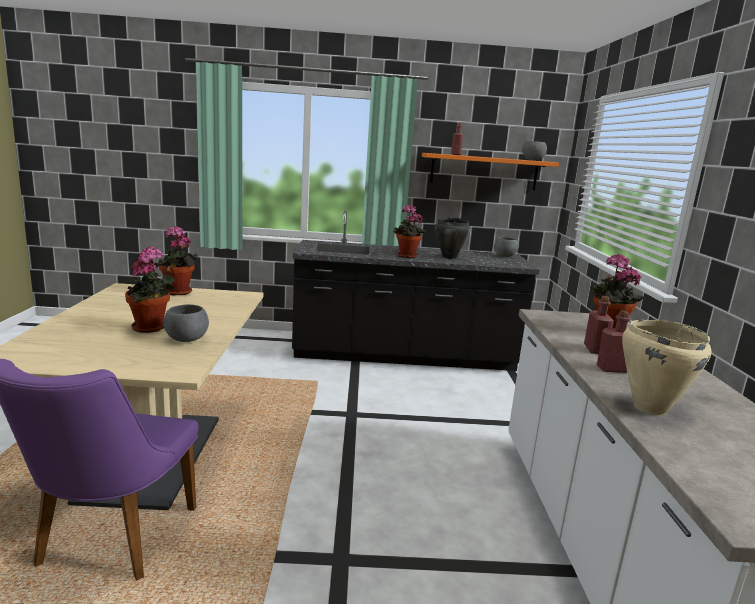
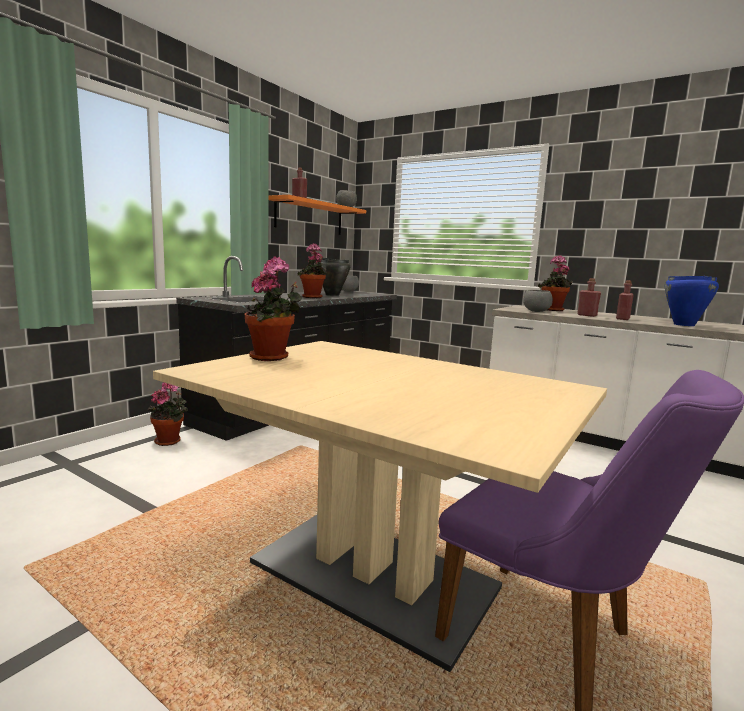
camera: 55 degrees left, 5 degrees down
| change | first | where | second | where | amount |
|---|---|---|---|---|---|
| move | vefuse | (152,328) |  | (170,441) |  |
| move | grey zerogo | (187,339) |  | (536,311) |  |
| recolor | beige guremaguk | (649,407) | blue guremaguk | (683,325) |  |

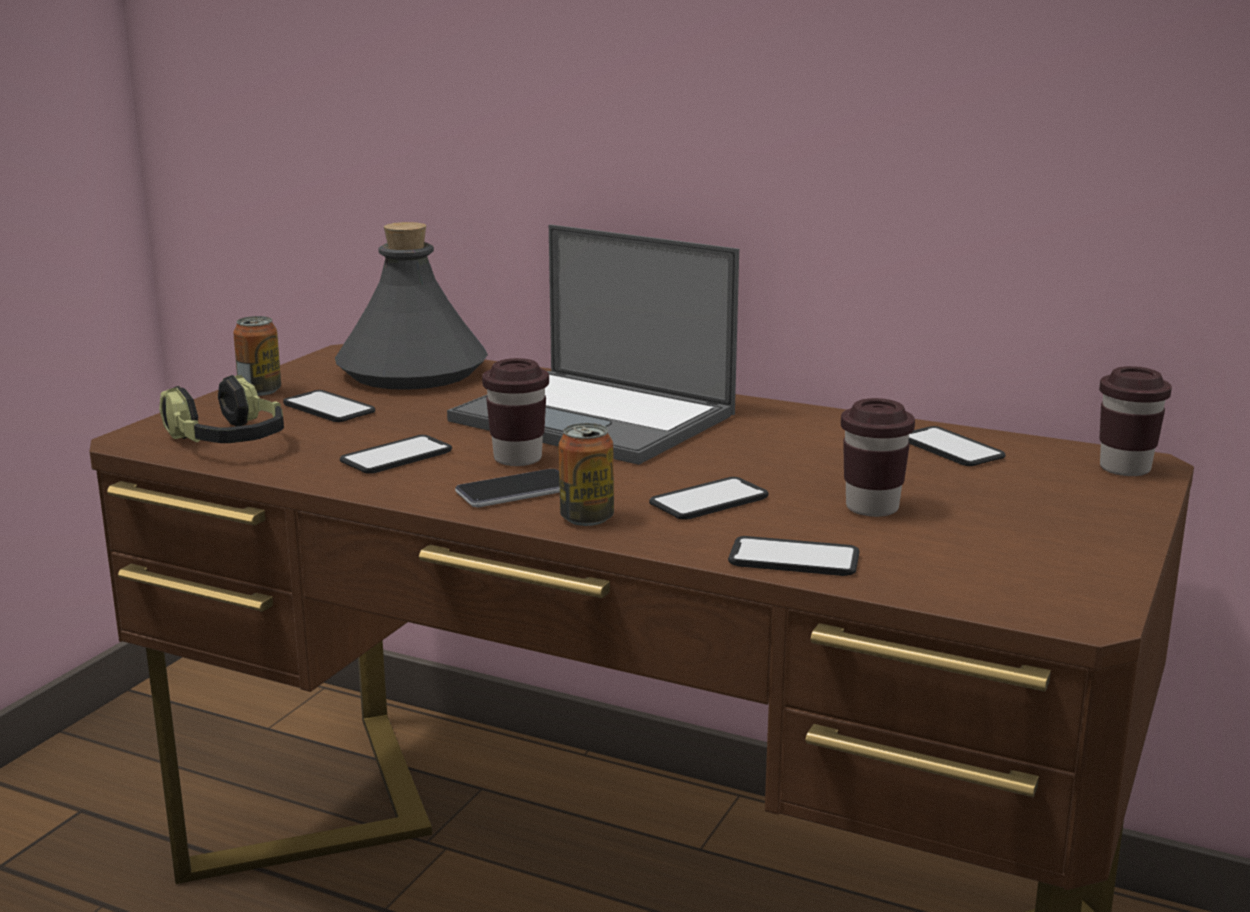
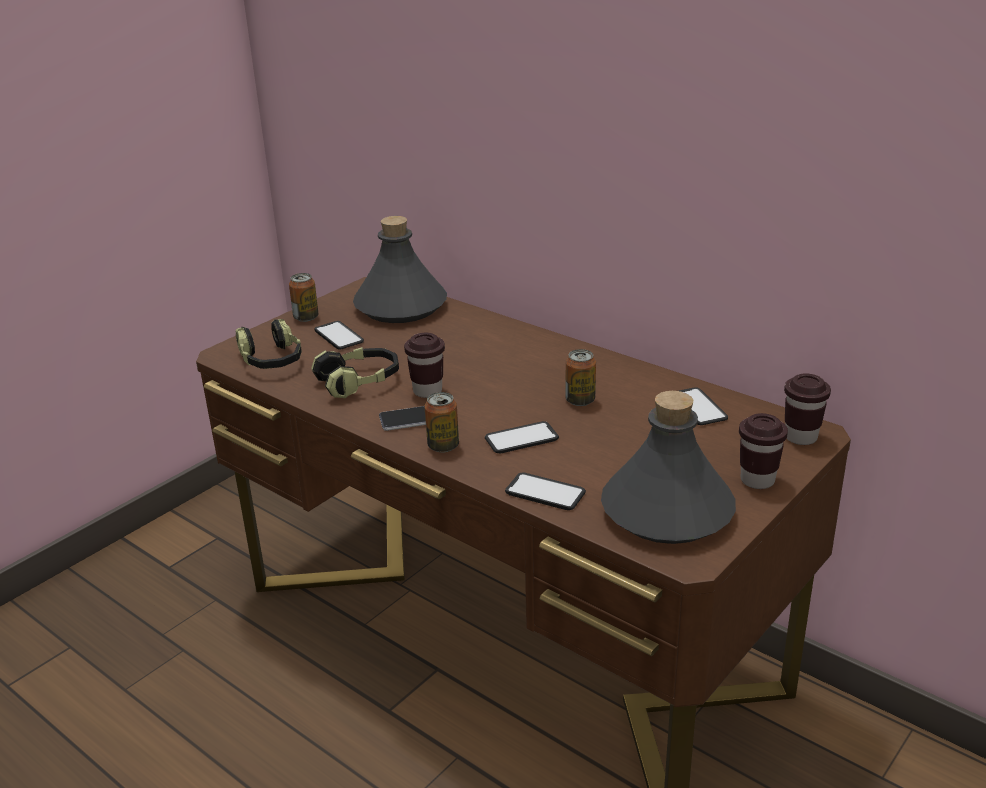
camera: 15 degrees right, 10 degrees up
| change | first | where | second | where | amount |
|---|---|---|---|---|---|
| replace | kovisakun | (396,456) | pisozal | (359,382) |  |
| delete | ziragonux | (596,418) |  |  |  |
| move | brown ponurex | (872,508) |  | (757,480) |  |
| insert |  |  | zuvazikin | (580,400) |  |
| insert |  |  | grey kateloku | (666,511) |  |

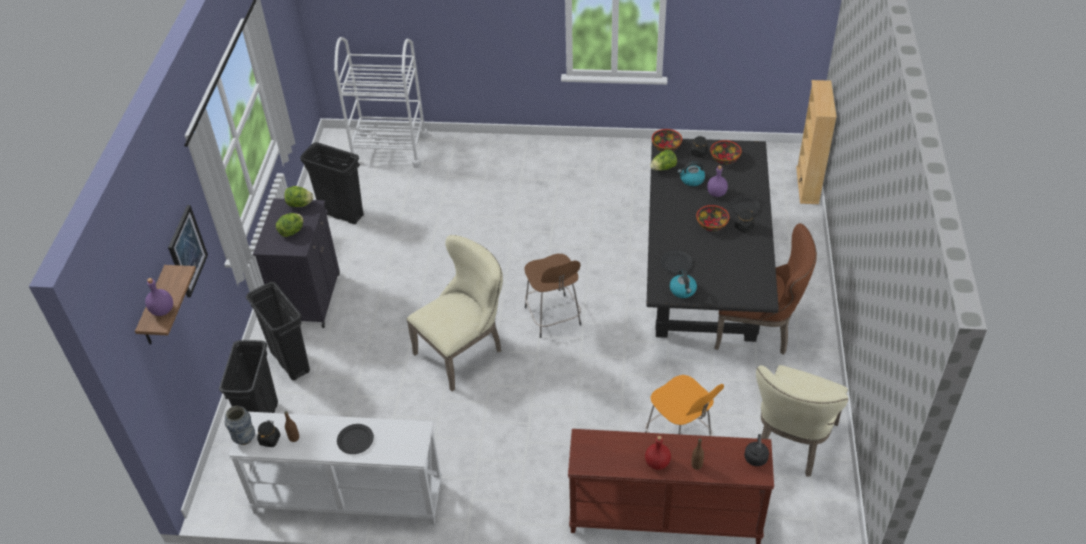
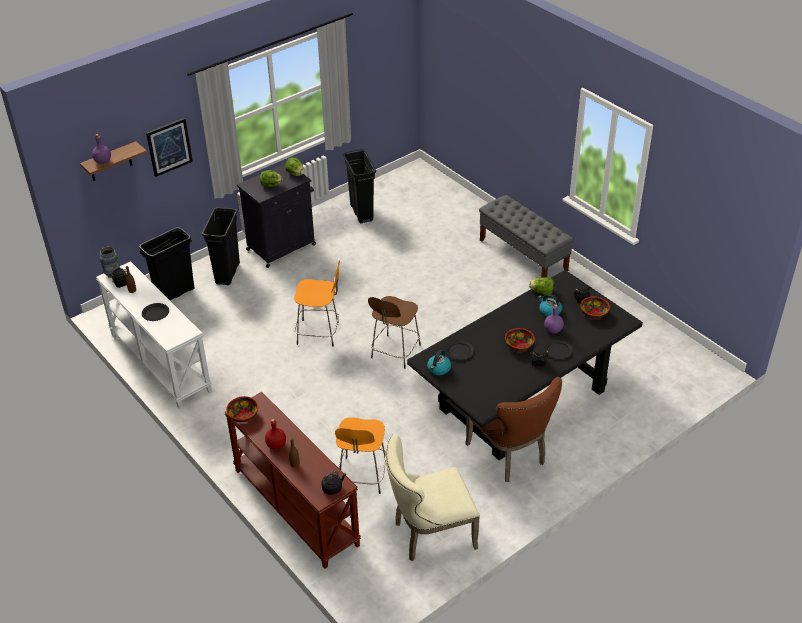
camera: 45 degrees right, 5 degrees down
| change | first | where | second | where | amount |
|---|---|---|---|---|---|
| delete | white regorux | (389,149) |  |  |  |
| replace | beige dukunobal | (464,351) | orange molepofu | (319,333) |  |
| move | zerogo | (666,146) |  | (243,415) |  |
| delete | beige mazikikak | (807,185) |  |  |  |
| insert |  |  | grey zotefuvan | (523,255) |  |

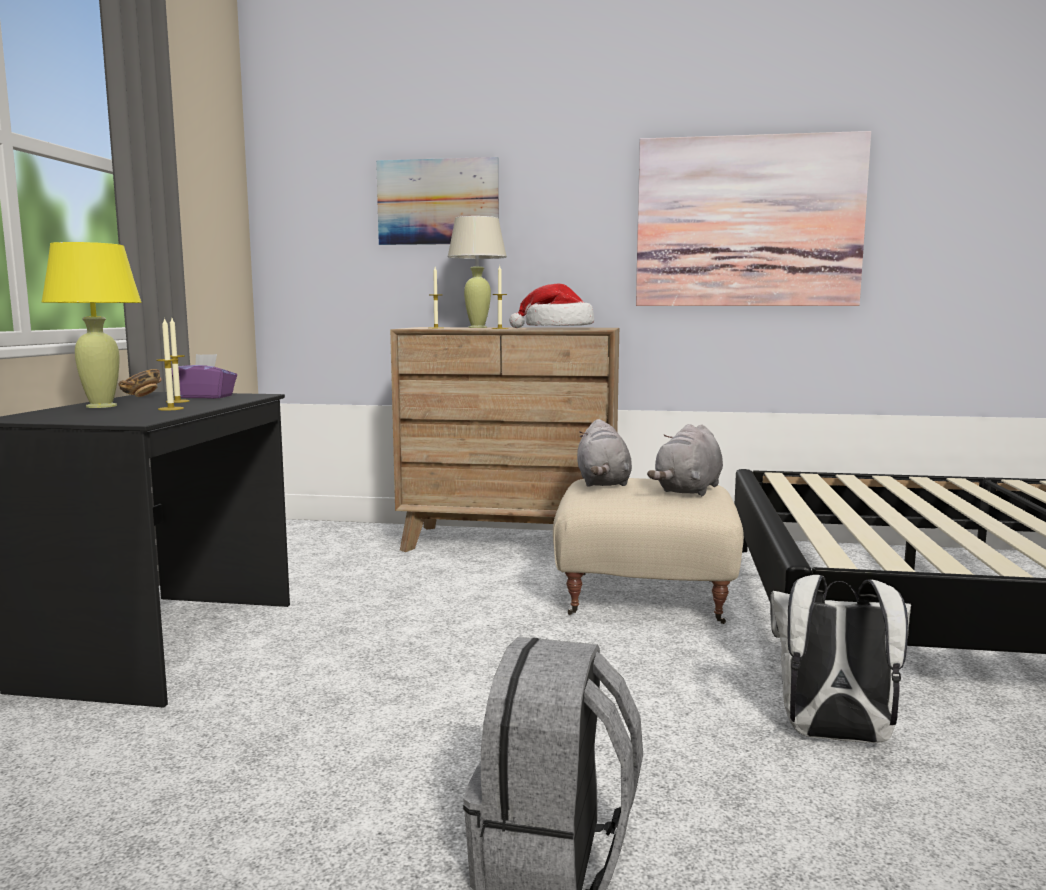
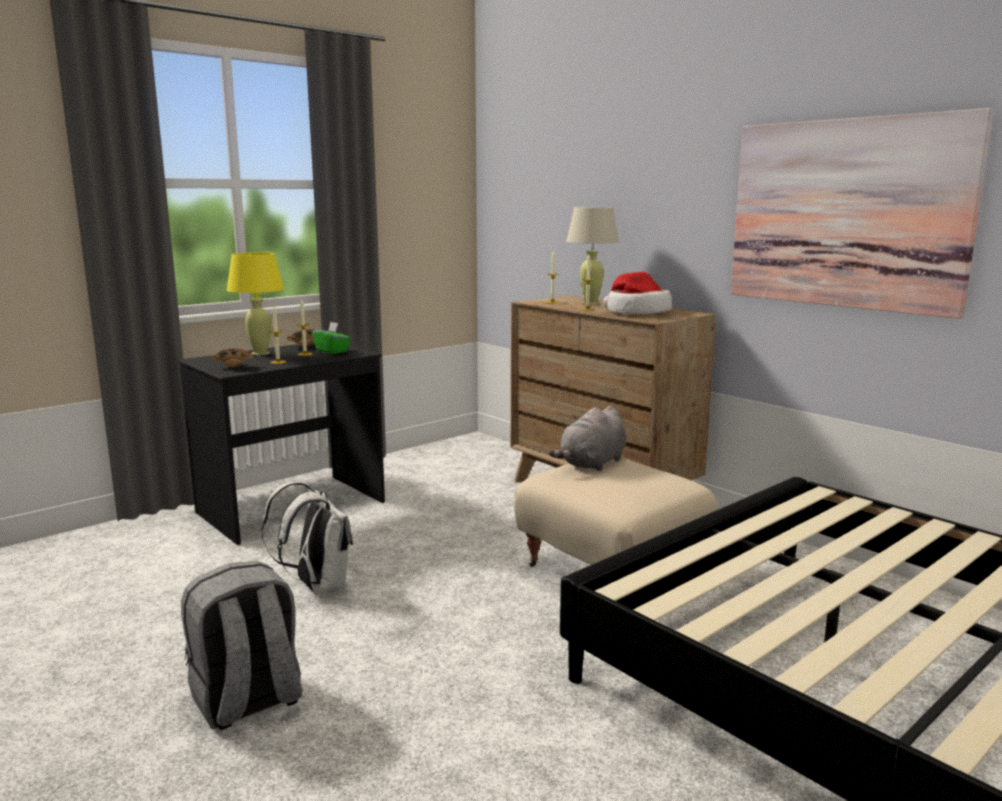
camera: 40 degrees right, 5 degrees up
| change | first | where | second | where | amount |
|---|---|---|---|---|---|
| recolor | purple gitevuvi | (206,397) | green gitevuvi | (332,351) |  |
| delete | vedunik | (437,202) |  |  |  |
| delete | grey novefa | (688,491) |  |  |  |
| move | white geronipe | (833,736) |  | (317,586) |  |
| insert |  |  | zerogo | (233,367) |  |

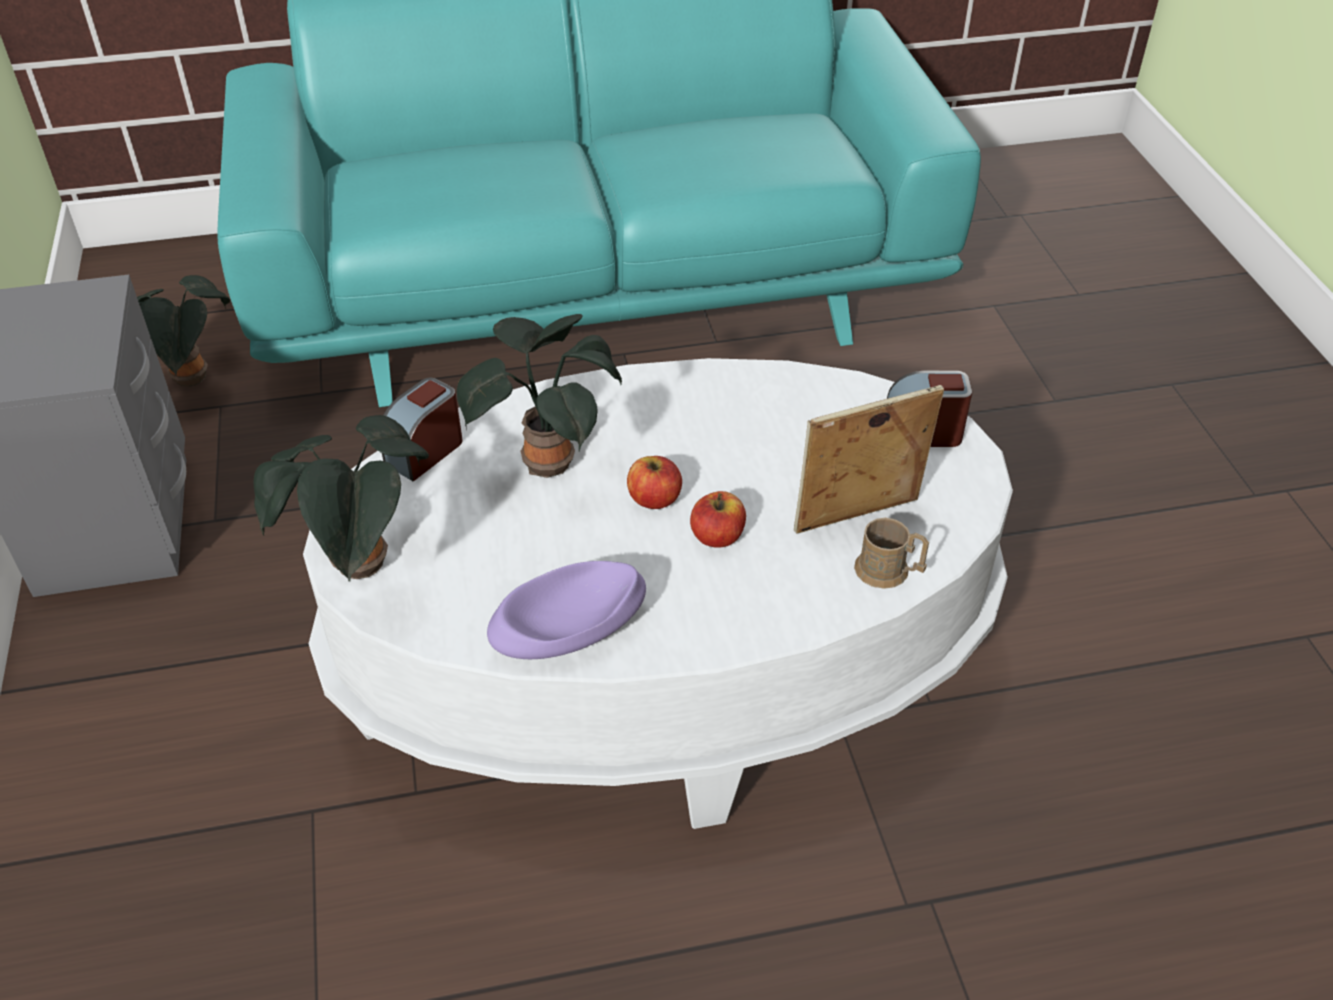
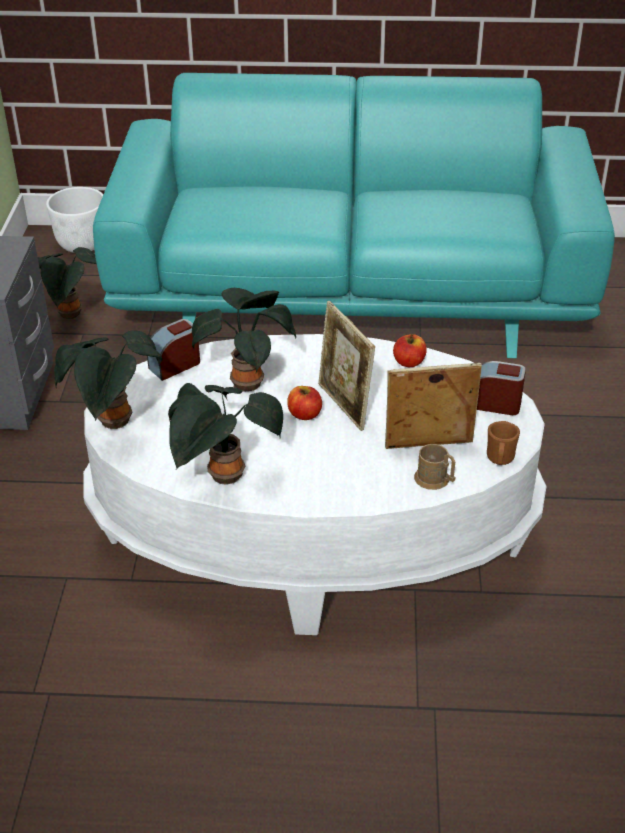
camera: 15 degrees right, 5 degrees down
| change | first | where | second | where | amount |
|---|---|---|---|---|---|
| replace | purple zerogo | (570,630) | vefuse | (224,478) |  |
| move | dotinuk | (717,536) |  | (409,362) |  |
| insert |  |  | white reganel | (83,245) |  |
| insert |  |  | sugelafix | (344,406) |  |
| insert |  |  | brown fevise | (499,460) |  |

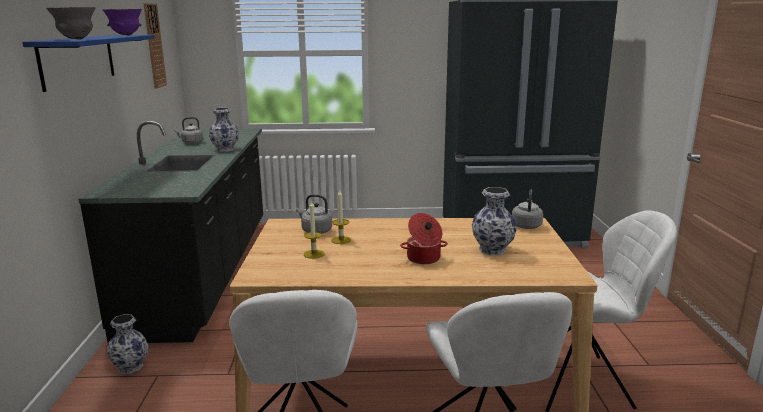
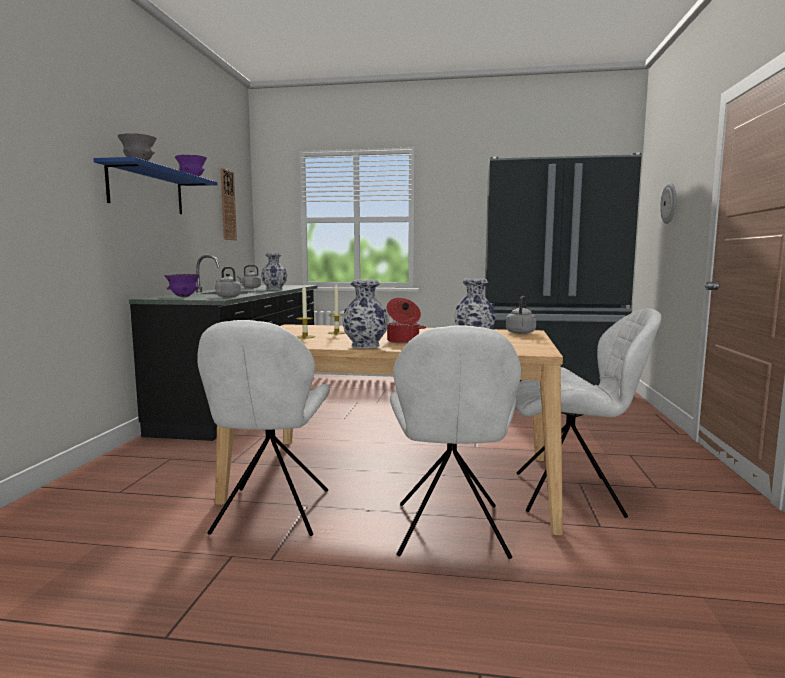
camera: 10 degrees right, 10 degrees down
| change | first | where | second | where | amount |
|---|---|---|---|---|---|
| move | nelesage | (130,367) |  | (365,346) |  |
| move | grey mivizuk | (315,231) |  | (227,297) |  |
| insert |  |  | purple zerogo | (183,296) |  |
| insert |  |  | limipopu | (669,203) |  |

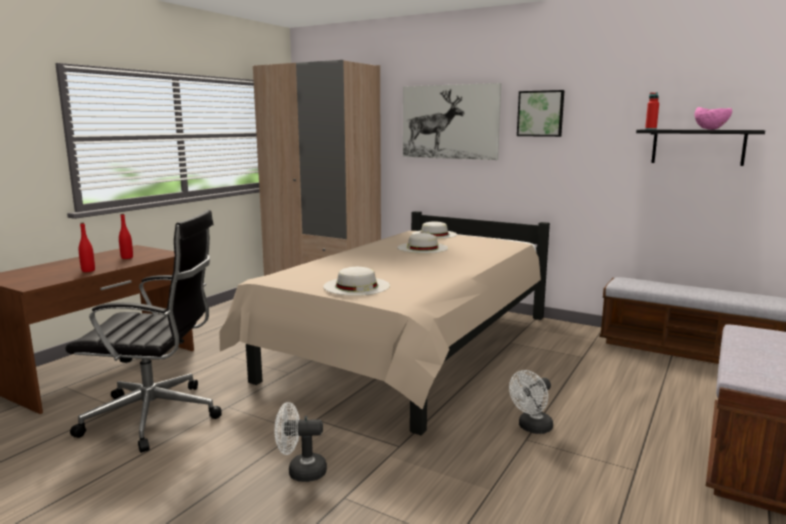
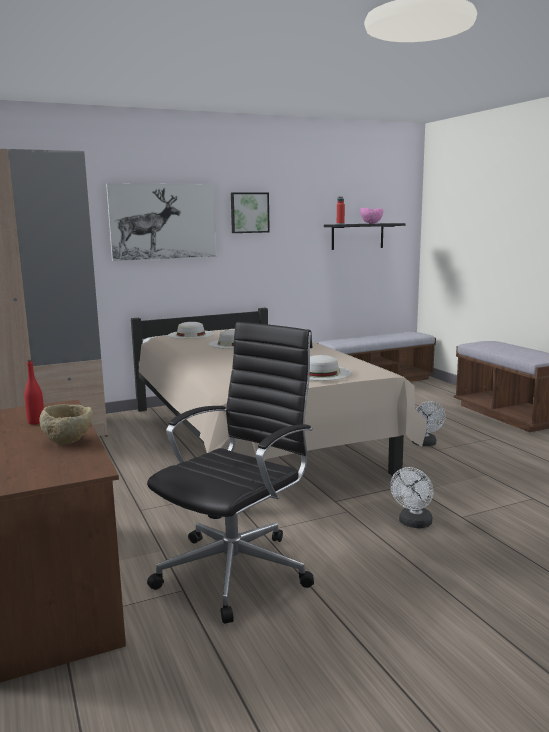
camera: 55 degrees left, 0 degrees up
| change | first | where | second | where | amount |
|---|---|---|---|---|---|
| replace | red kateloku | (88,270) | beige zerogo | (69,441) |  |

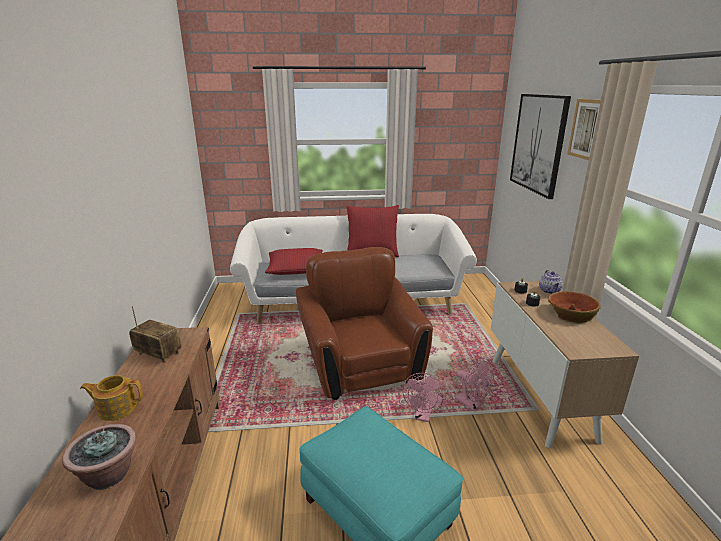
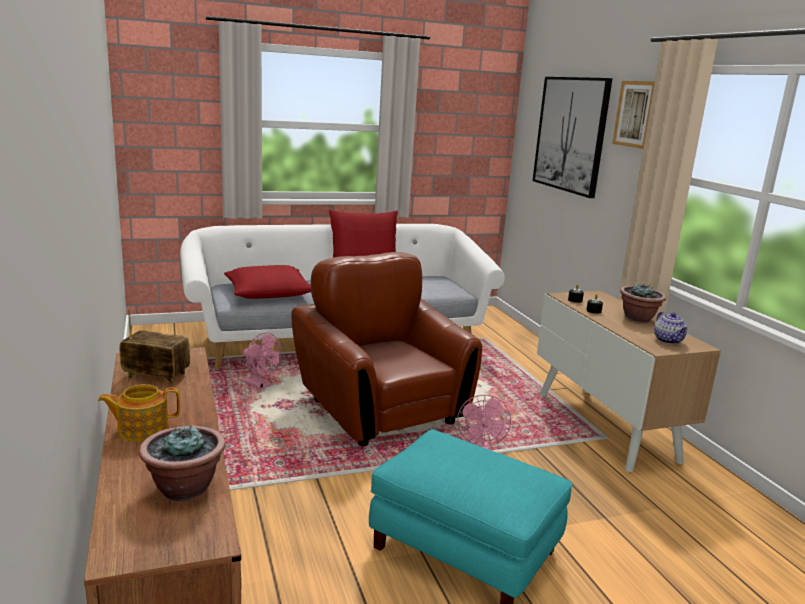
camera: 15 degrees left, 5 degrees down
| change | first | where | second | where | amount |
|---|---|---|---|---|---|
| move | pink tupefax | (472,404) |  | (261,385) |  |
| move | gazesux | (550,291) |  | (669,341) |  |
| replace | zerogo | (571,313) | vefuse | (638,318) |  |

